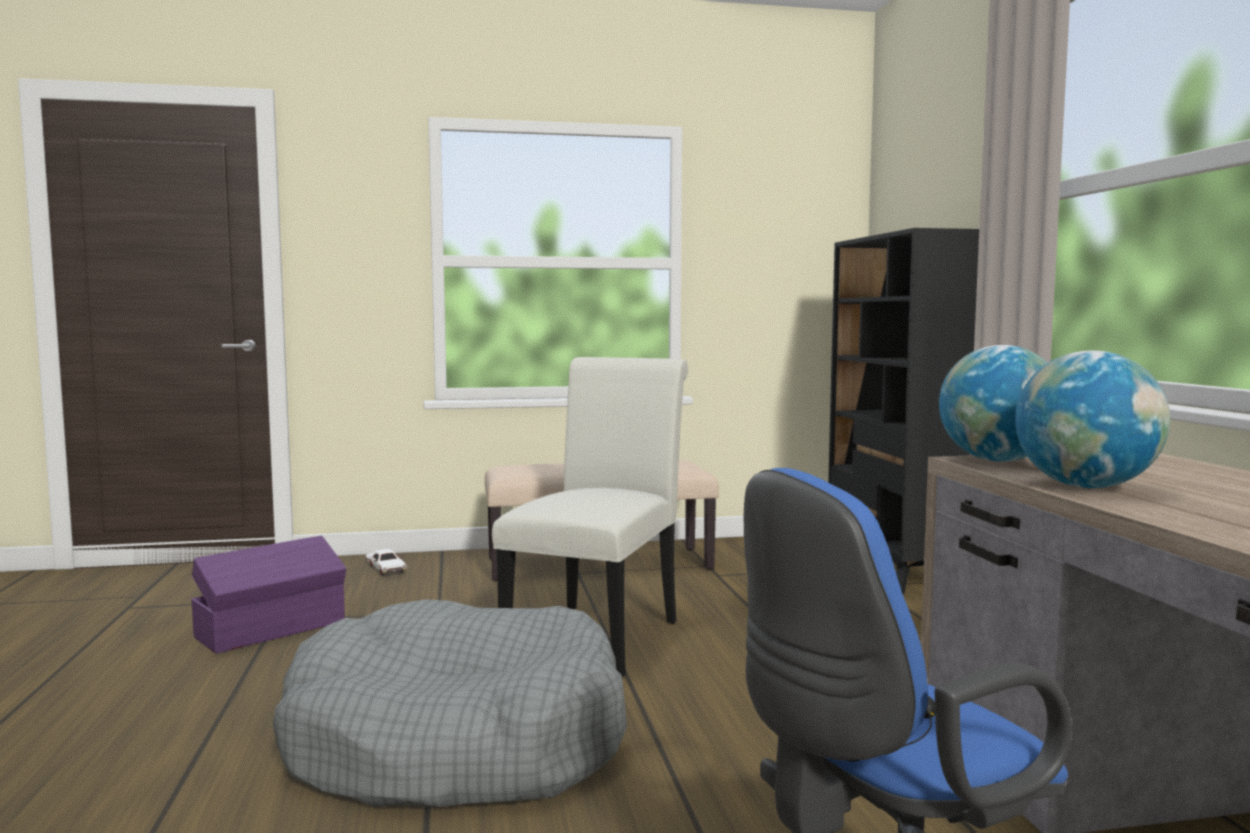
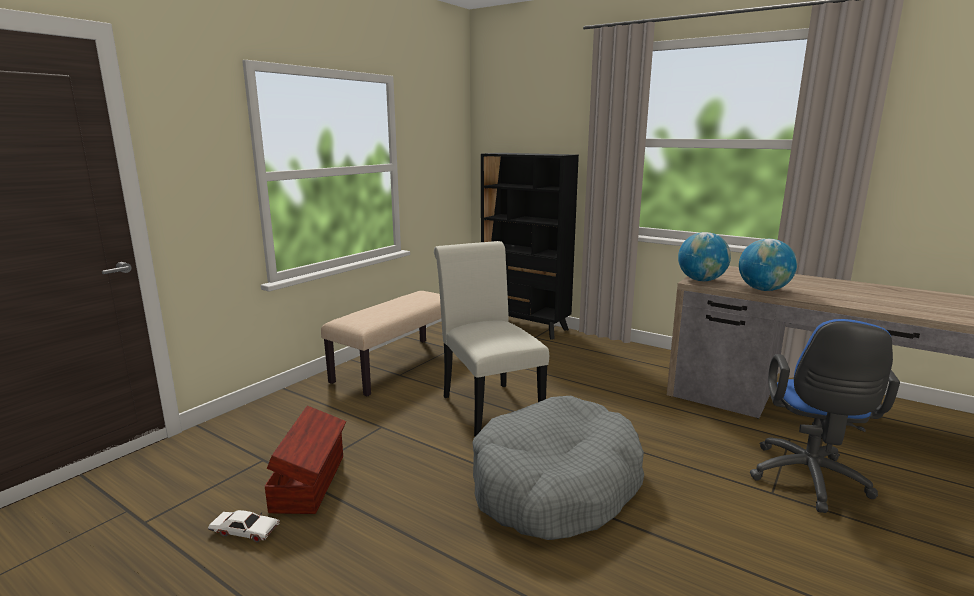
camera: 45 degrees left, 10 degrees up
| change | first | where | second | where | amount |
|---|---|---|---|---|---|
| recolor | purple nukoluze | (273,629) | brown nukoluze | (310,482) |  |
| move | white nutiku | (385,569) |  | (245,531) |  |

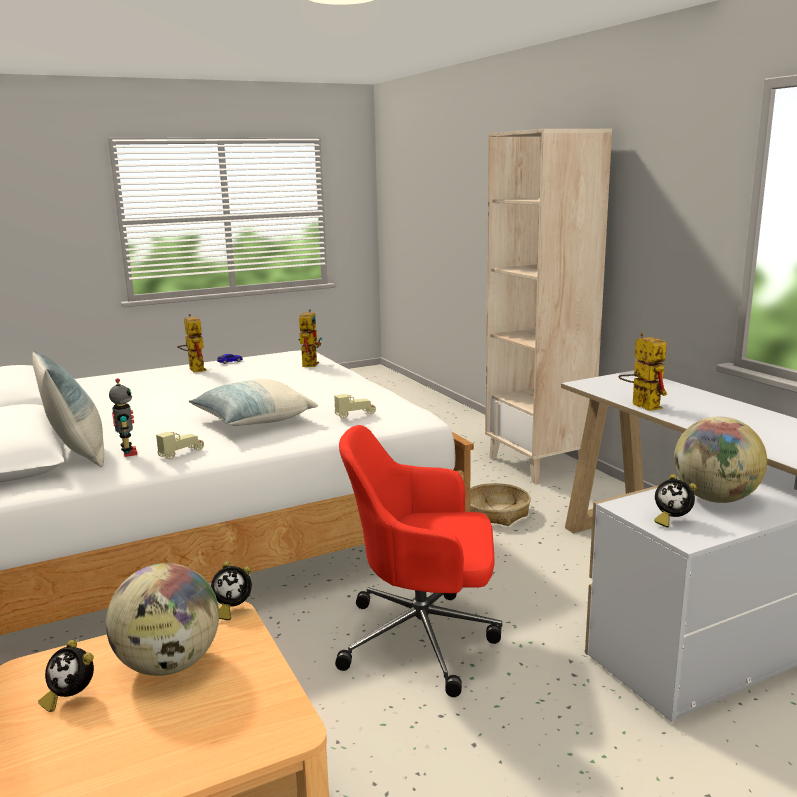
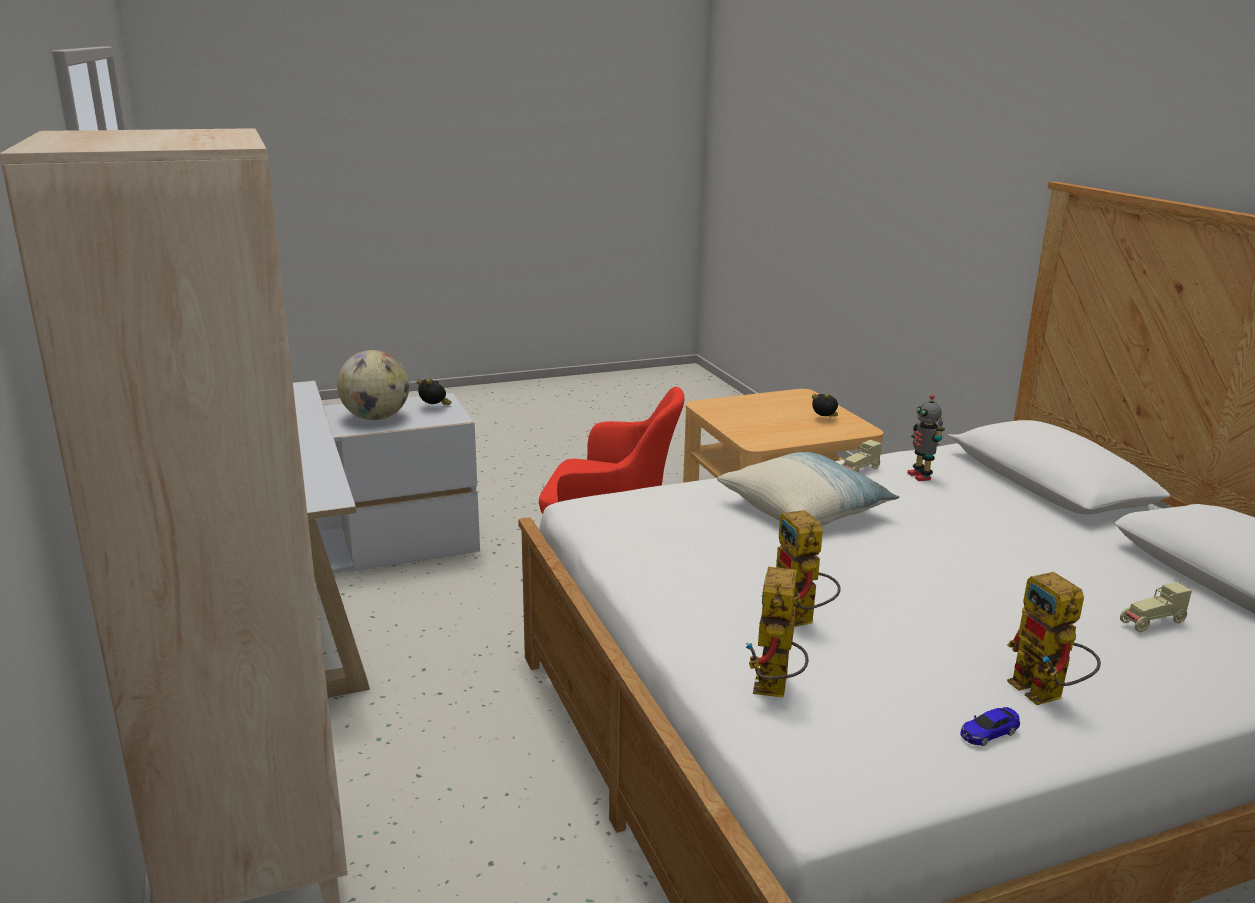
camera: 175 degrees left, 5 degrees up
| change | first | where | second | where | amount |
|---|---|---|---|---|---|
| delete | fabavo | (78,453) |  |  |  |
| delete | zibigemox | (169,665) |  |  |  |
| delete | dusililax | (232,609) |  |  |  |
| move | beige nutiku | (355,414) |  | (1152,623) |  |
| delete | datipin | (496,513) |  |  |  |
| move | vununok | (640,405) |  | (800,620) |  |

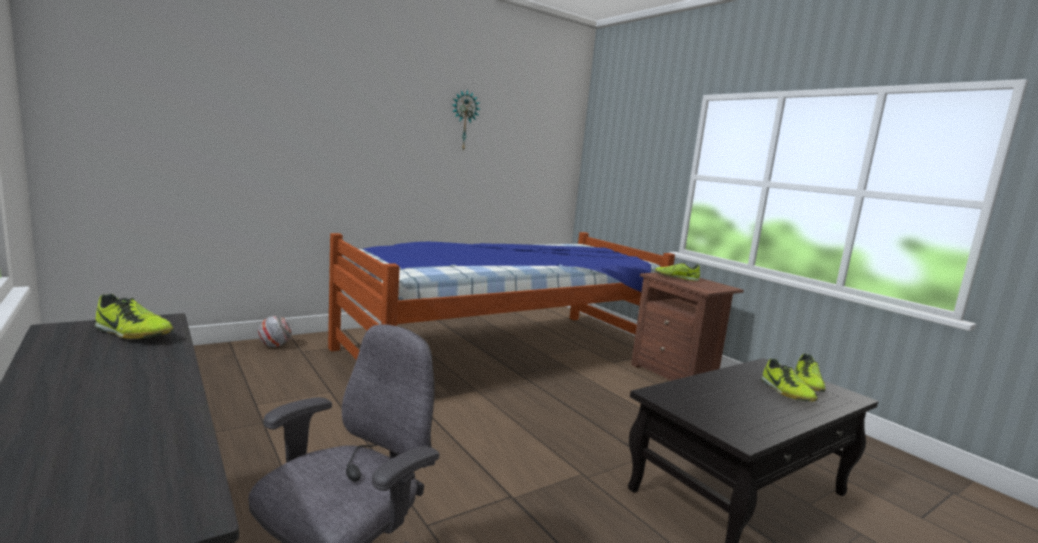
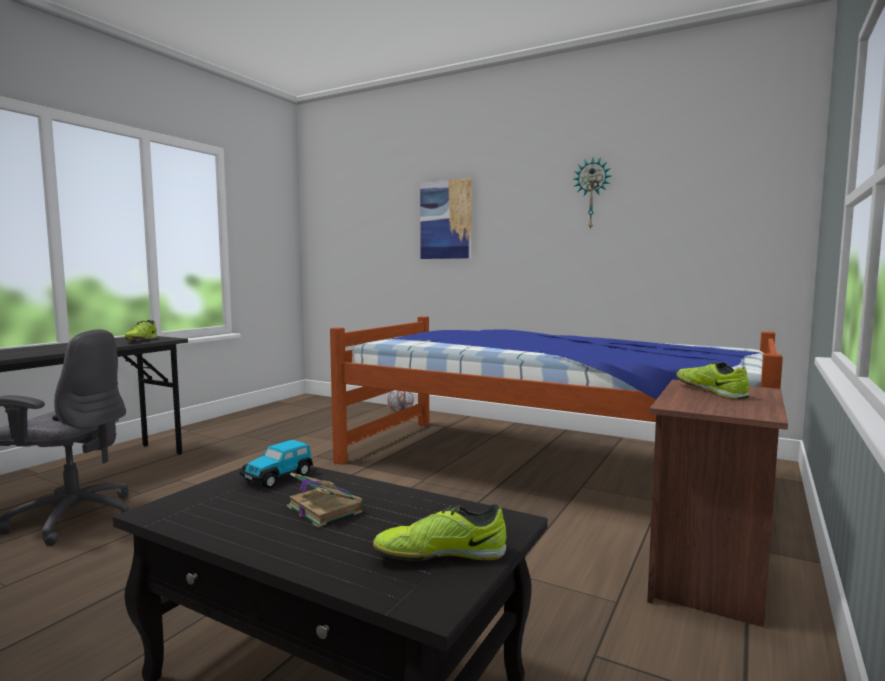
camera: 65 degrees right, 5 degrees down
| change | first | where | second | where | amount |
|---|---|---|---|---|---|
| delete | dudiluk | (786,393) |  |  |  |
| insert |  |  | nutiku | (279,477) |  |
| insert |  |  | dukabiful | (324,508) |  |
| insert |  |  | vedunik | (446,220) |  |

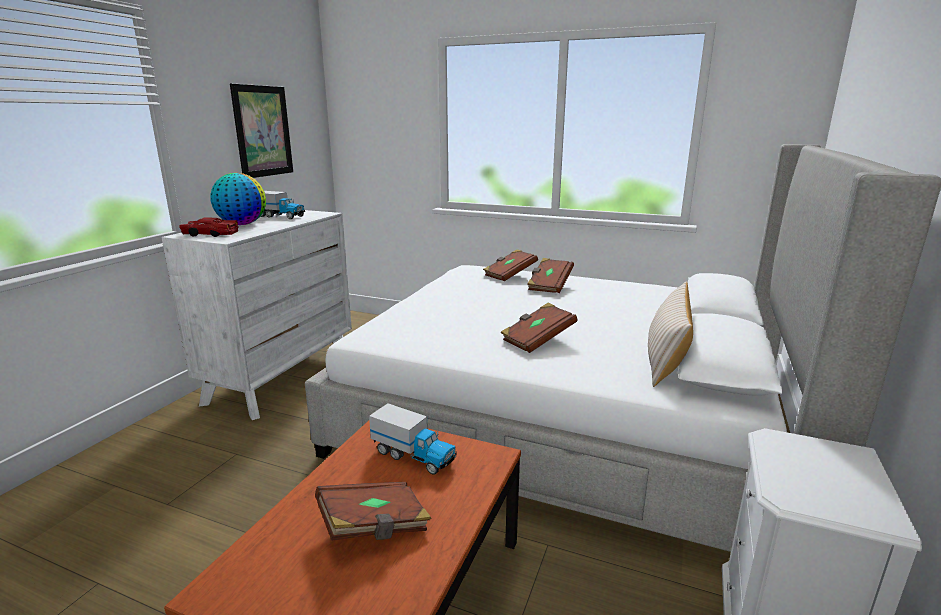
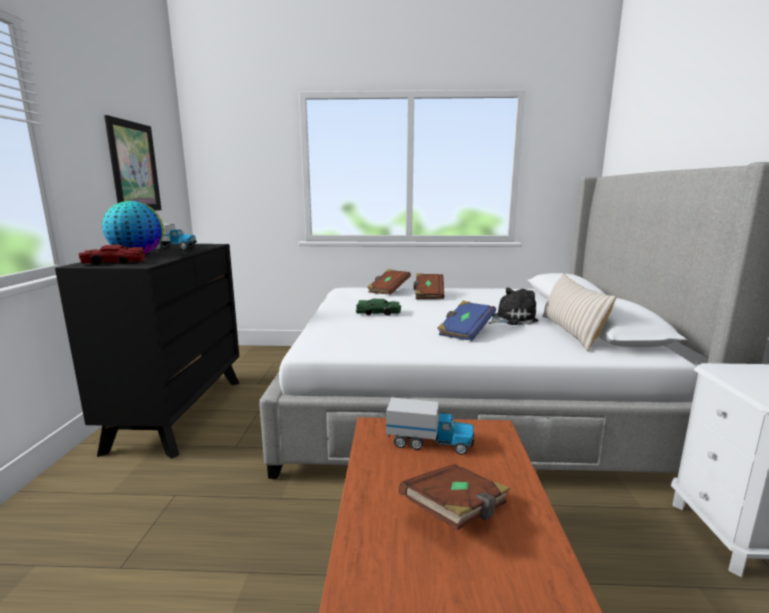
camera: 20 degrees left, 5 degrees down
| change | first | where | second | where | amount |
|---|---|---|---|---|---|
| recolor | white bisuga | (281,377) | black bisuga | (179,413) |  |
| recolor | brown dukabiful | (537,340) | blue dukabiful | (465,332) |  |
| insert |  |  | green nutiku | (378,313) |  |
| insert |  |  | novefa | (511,319) |  |

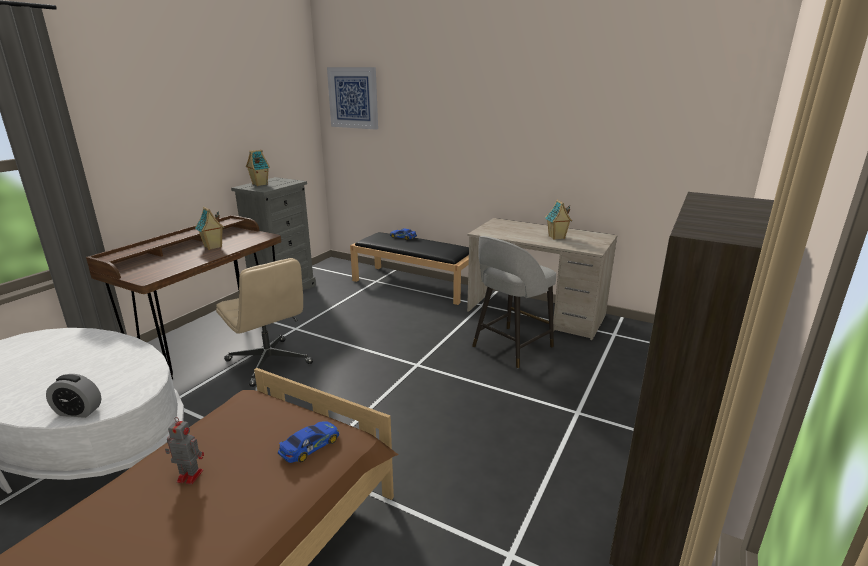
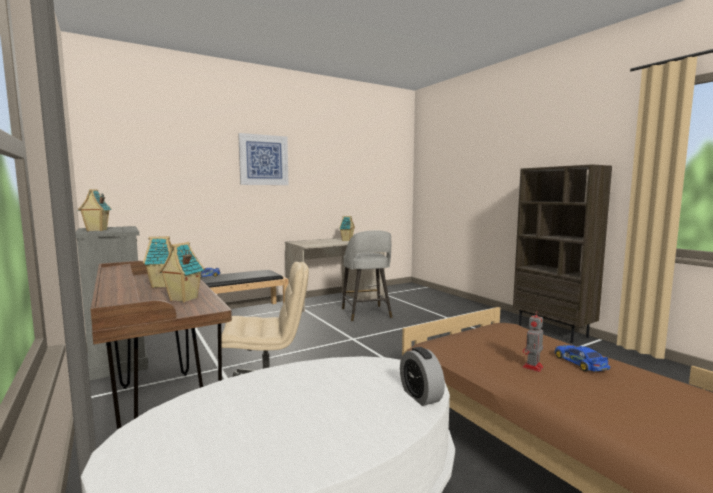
camera: 60 degrees left, 15 degrees down
| change | first | where | second | where | amount |
|---|---|---|---|---|---|
| rotate | dusililax | (78,411) |  | (420,396) | 120 degrees clockwise |
| move | nutiku | (310,446) |  | (580,363) |  |
| move | vedunik | (353,98) |  | (263,160) |  |
| insert |  |  | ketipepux | (183,299) |  |

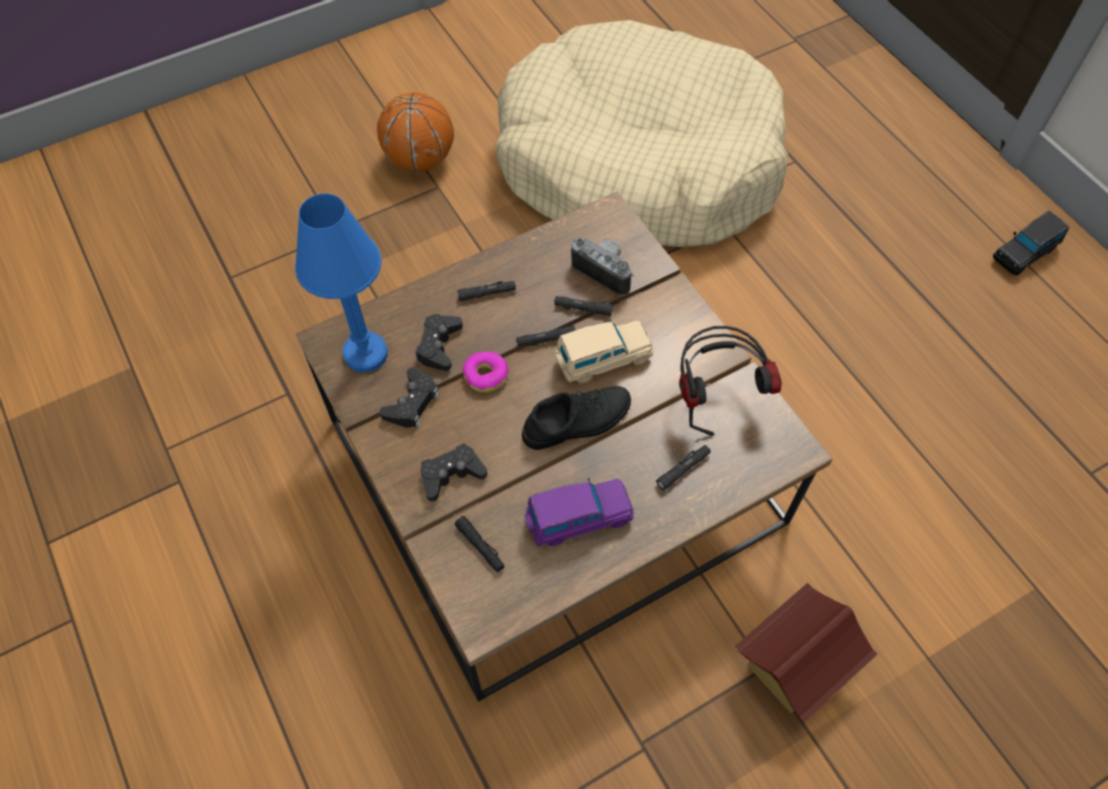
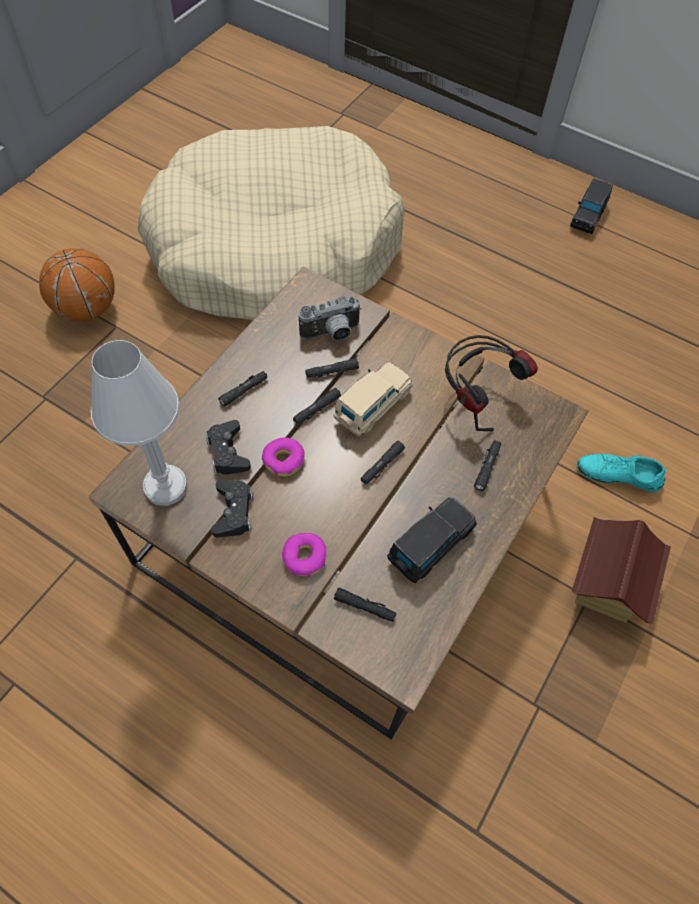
camera: 30 degrees left, 0 degrees up
| change | first | where | second | where | amount |
|---|---|---|---|---|---|
| recolor | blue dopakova | (365,354) | white dopakova | (165,486) |  |
| replace | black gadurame | (451,475) | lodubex | (304,557) |  |
| replace | black dudiluk | (577,421) | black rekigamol | (382,465) |  |
| recolor | purple nutiku | (577,518) | black nutiku | (429,545) |  |
| rotate | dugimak | (605,271) |  | (332,334) | 150 degrees clockwise |
| insert |  |  | turquoise dudiluk | (618,475) |  |

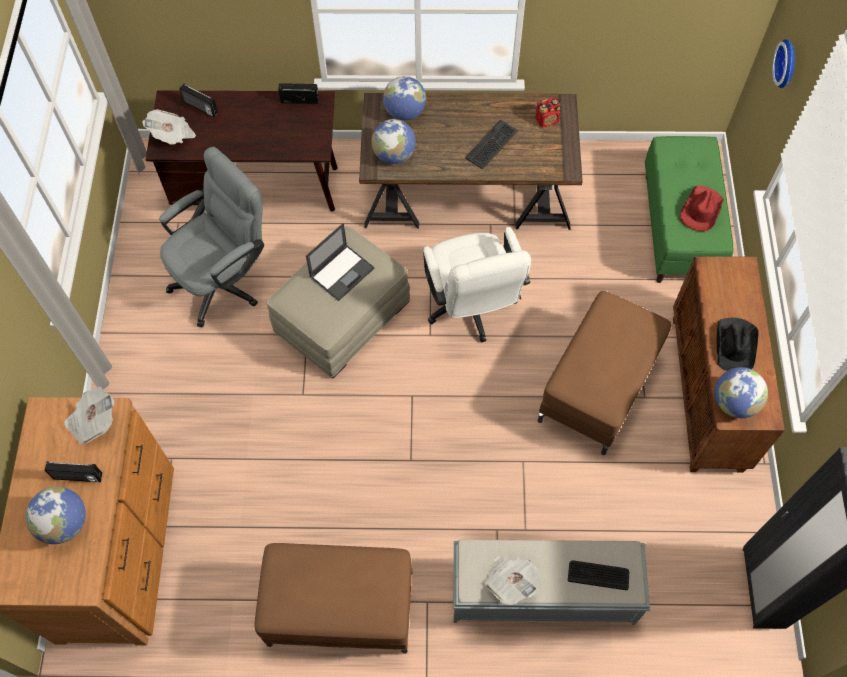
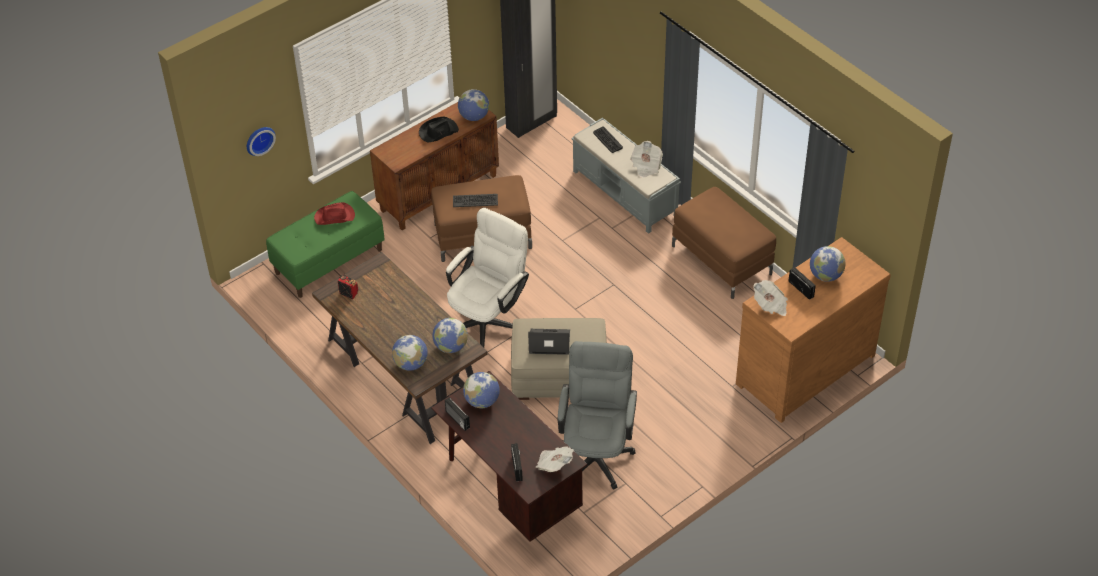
camera: 130 degrees left, 15 degrees down
| change | first | where | second | where | amount |
|---|---|---|---|---|---|
| rotate | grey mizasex | (225,279) |  | (597,452) | 90 degrees clockwise |
| move | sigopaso | (492,145) |  | (475,200) |  |
| insert |  |  | zibigemox | (482,401) |  |

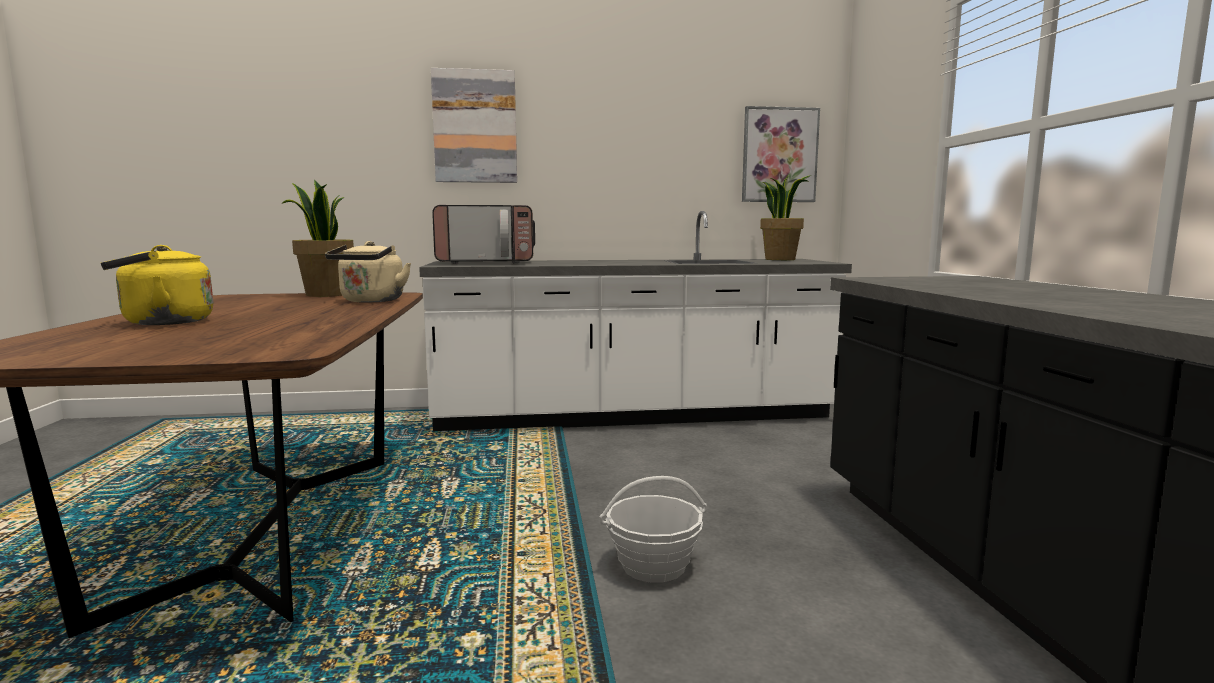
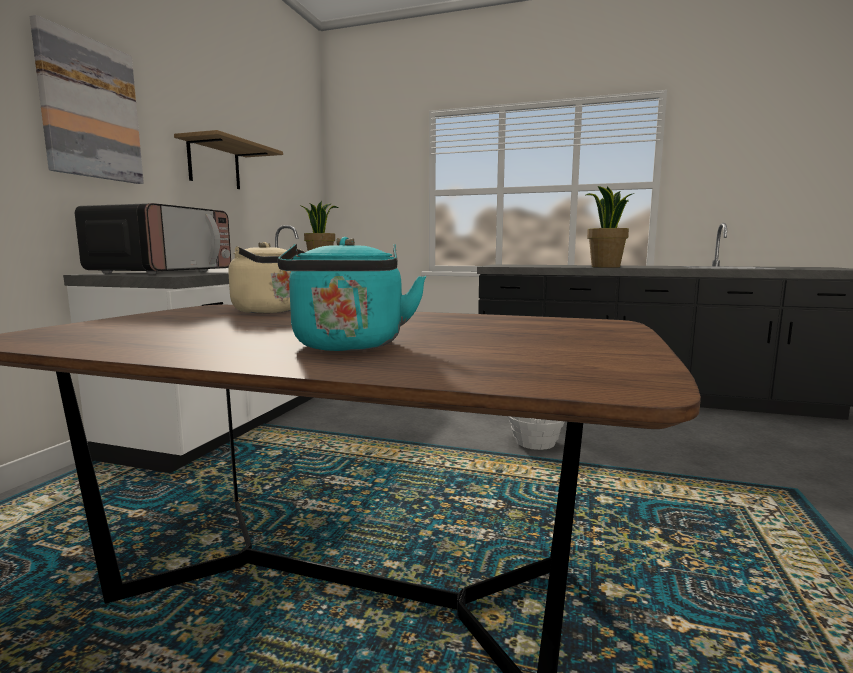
camera: 65 degrees left, 0 degrees up
| change | first | where | second | where | amount |
|---|---|---|---|---|---|
| recolor | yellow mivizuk | (162,322) | turquoise mivizuk | (349,346) |  |
| move | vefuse | (326,294) |  | (606,267) |  |
| delete | vedunik | (779,155) |  |  |  |
| insert |  |  | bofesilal | (214,165) |  |

